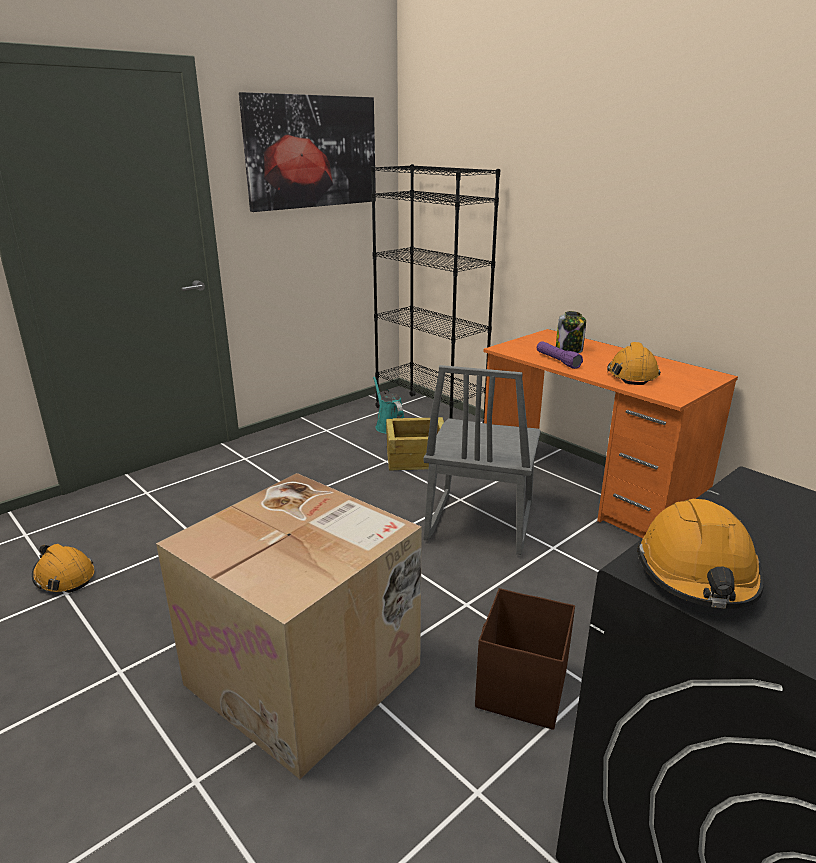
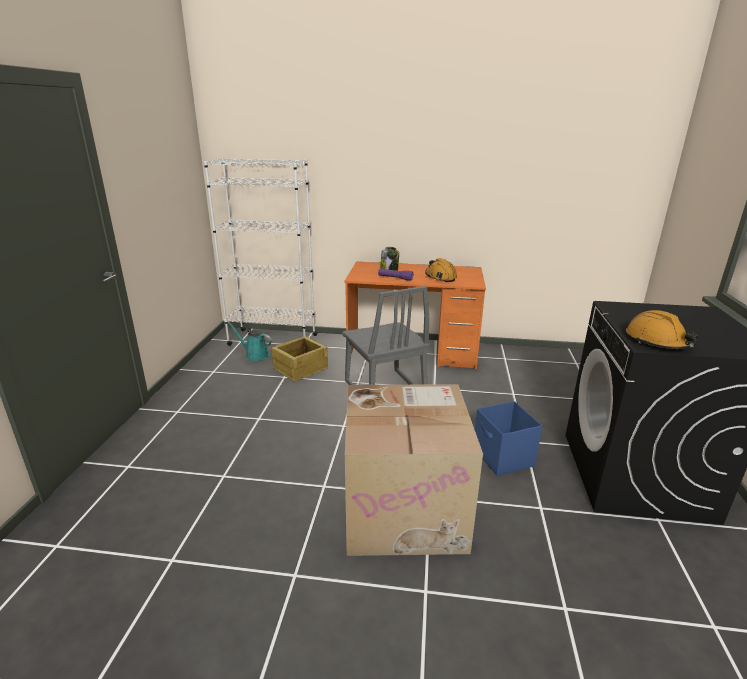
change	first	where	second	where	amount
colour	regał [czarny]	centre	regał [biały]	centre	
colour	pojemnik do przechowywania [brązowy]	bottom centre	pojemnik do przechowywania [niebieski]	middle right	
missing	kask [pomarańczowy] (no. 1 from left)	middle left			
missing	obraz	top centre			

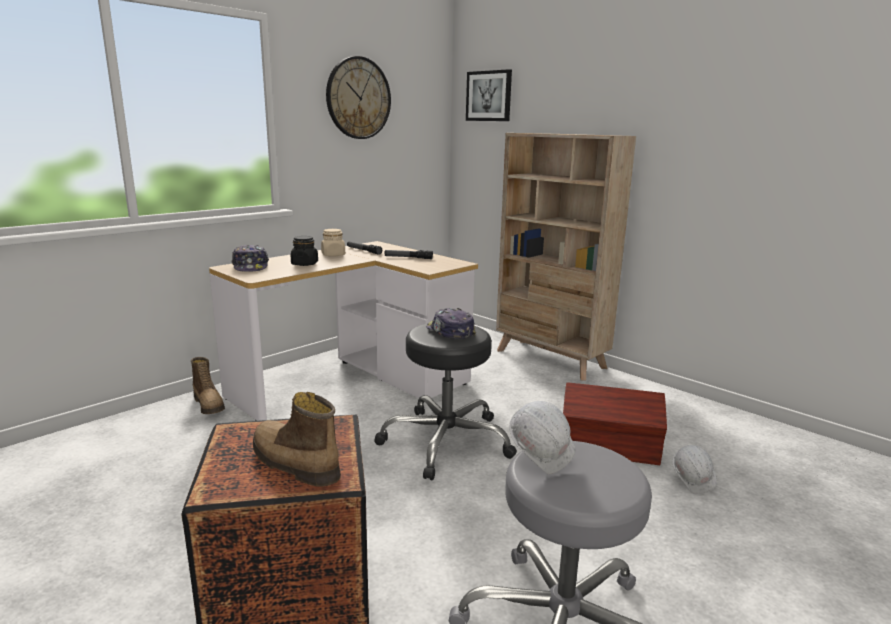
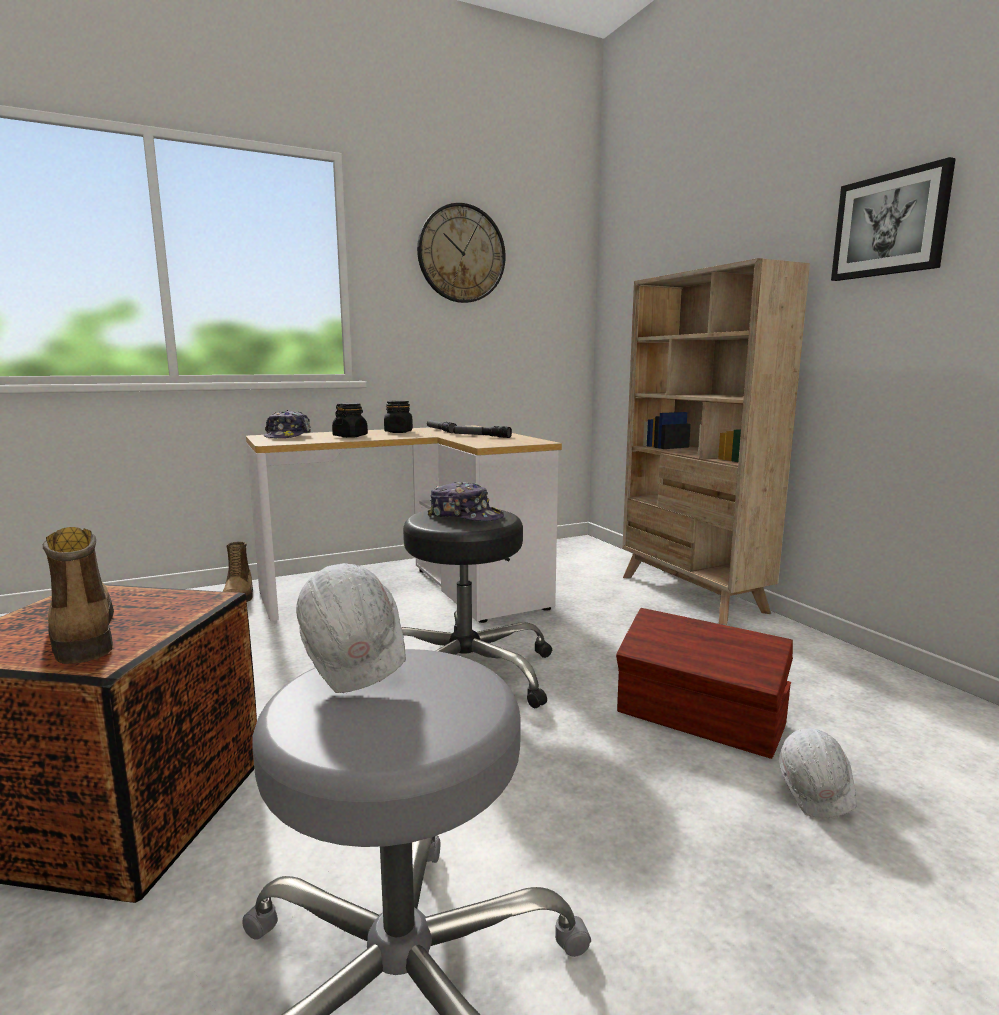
change	first	where	second	where	amount
colour	słoik [beżowy]	centre	słoik [czarny] (no. 2 from left)	centre	
spun	czapka z daszkiem (no. 2 from left)	centre		centre	135 degrees clockwise
relocated	obraz	top centre		top right	

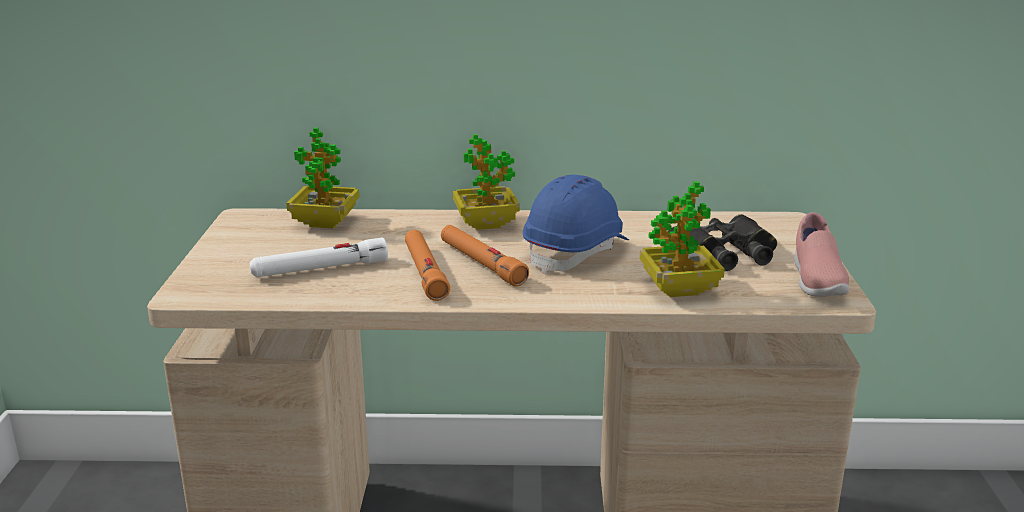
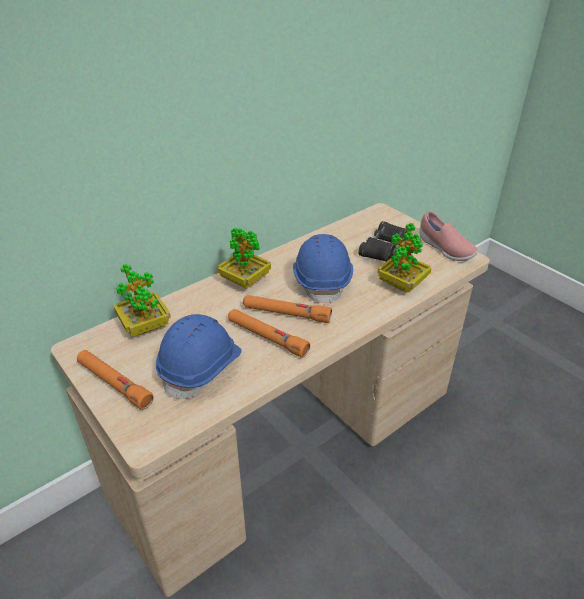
change	first	where	second	where	amount
appeared			latarka [pomarańczowy] (no. 1 from left)	middle left	
exchanged	latarka [biały]	middle left	kask [niebieski] (no. 1 from left)	centre	

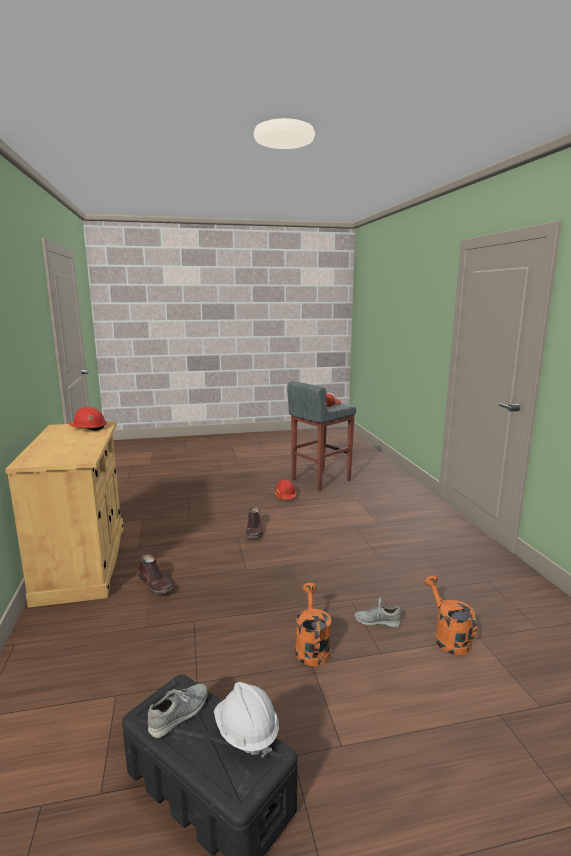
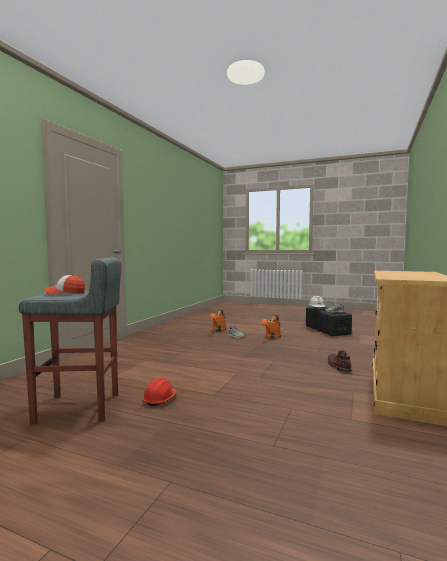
change	first	where	second	where	amount
missing	kask [czerwony] (no. 1 from left)	middle left			
missing	but z cholewką [brązowy] (no. 2 from left)	centre			

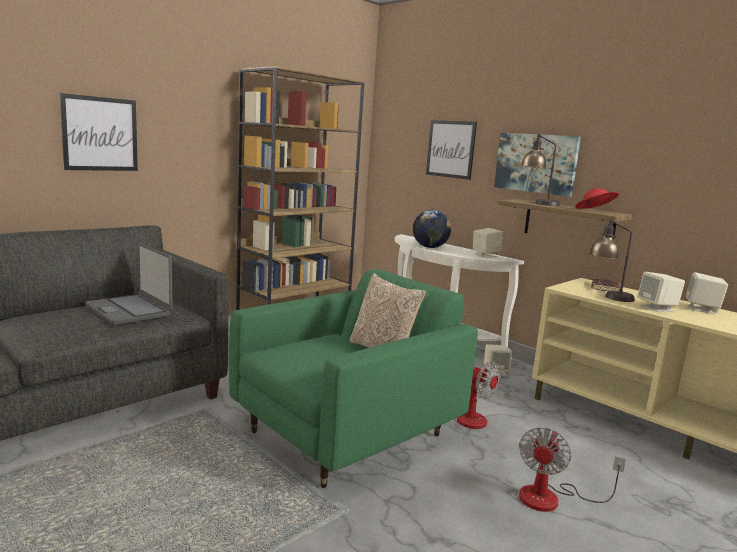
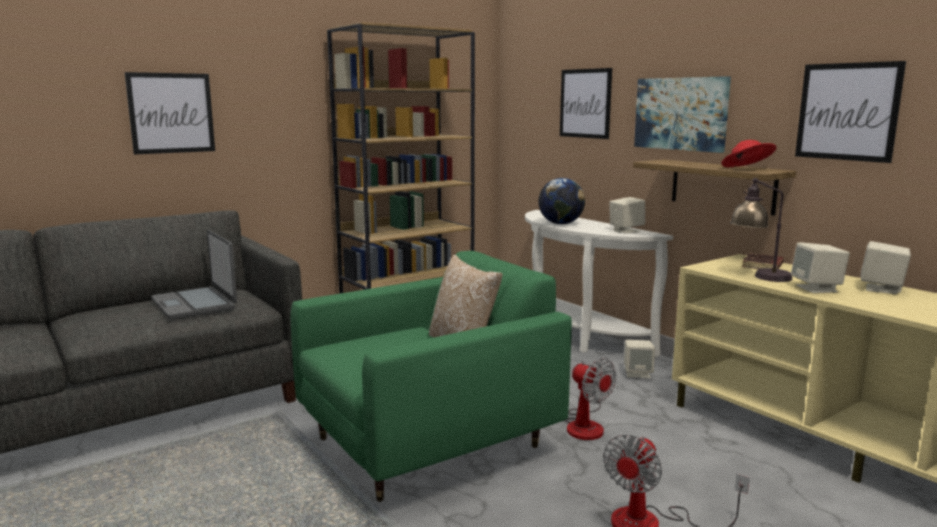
change	first	where	second	where	amount
appeared			obraz (no. 4 from left)	top right	
missing	lampa stołowa (no. 1 from left)	top right			

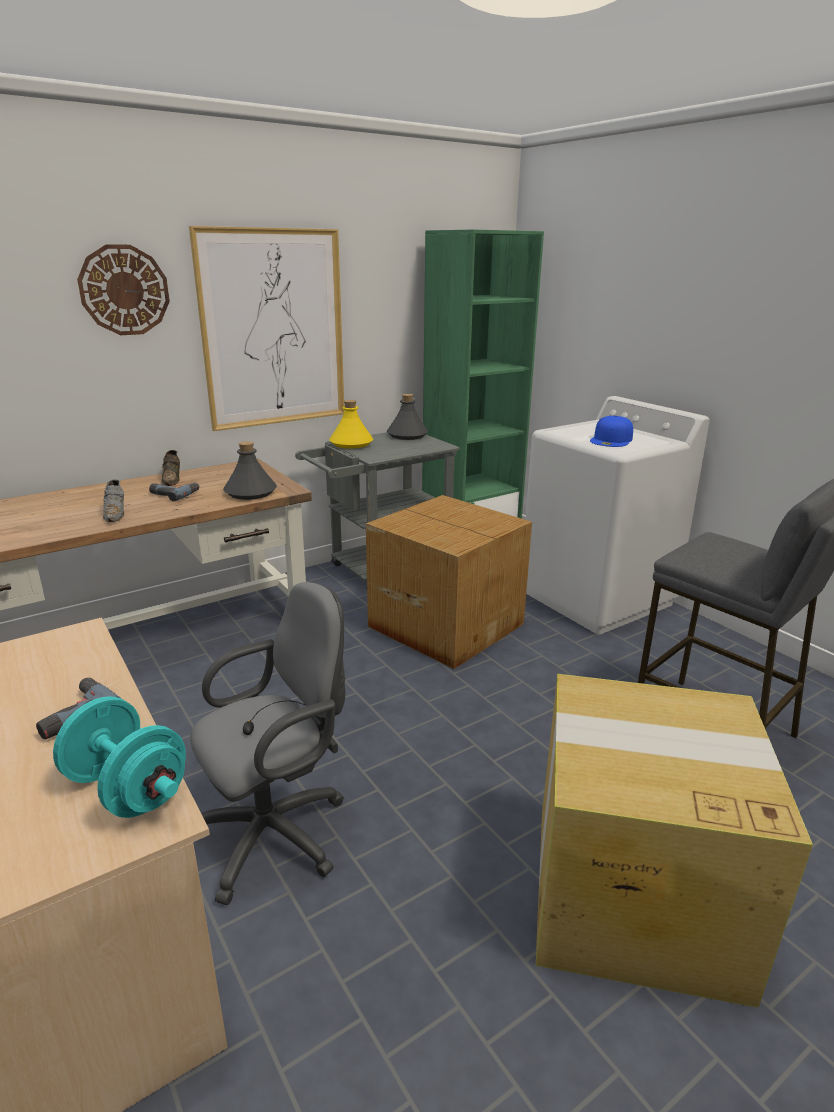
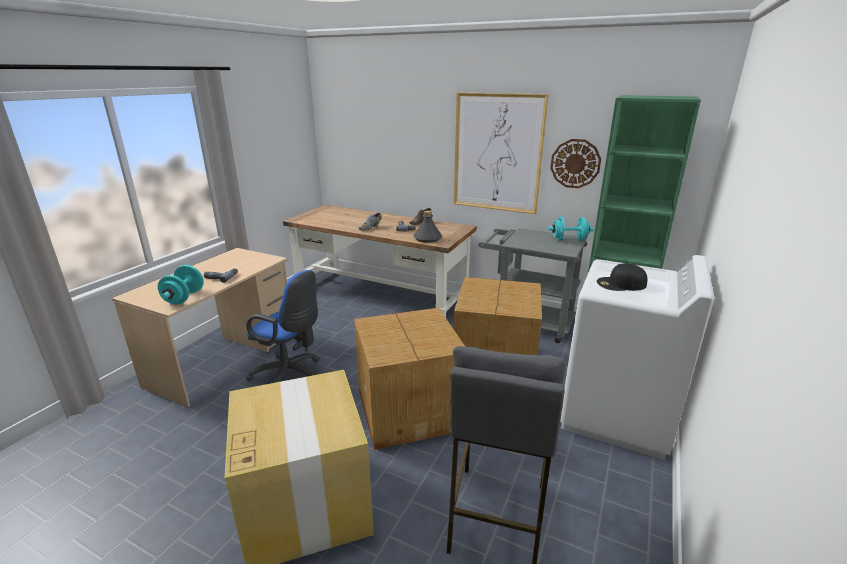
change	first	where	second	where	amount
colour	krzesło biurowe [szary]	bottom left	krzesło biurowe [niebieski]	centre	
appeared			karton (no. 2 from left)	bottom centre	
exchanged	butelka [szary] (no. 2 from left)	centre	hantel [turkusowy] (no. 2 from left)	middle right	
relocated	zegar ścienny	top left		top right	
colour	czapka z daszkiem [niebieski]	middle right	czapka z daszkiem [czarny]	middle right	
missing	butelka [żółty]	centre			

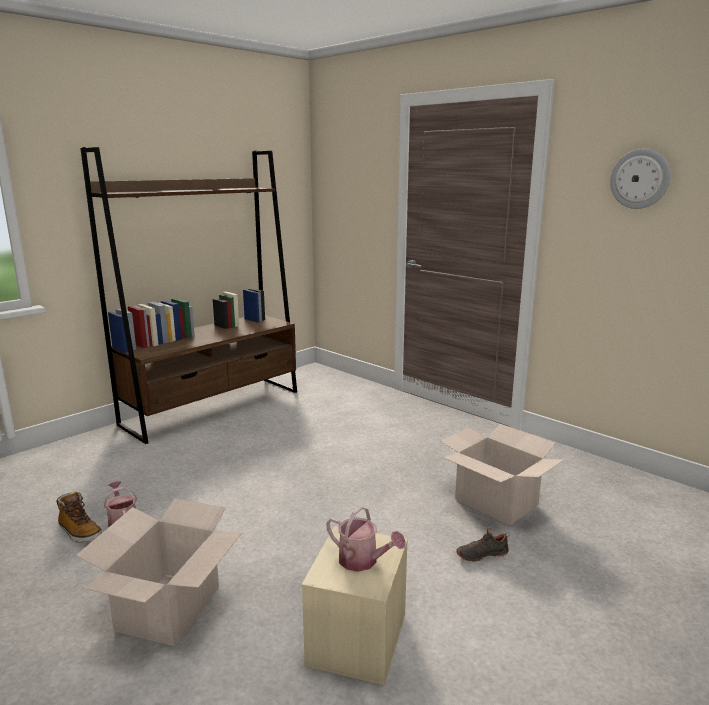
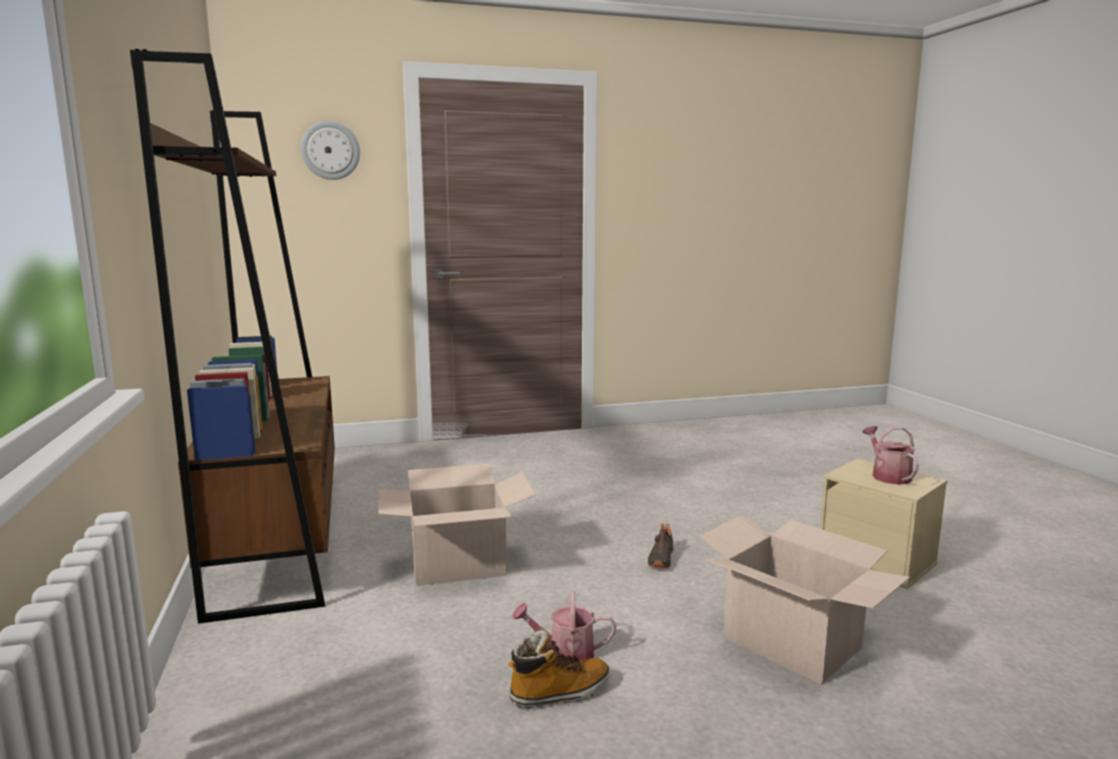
change	first	where	second	where	amount
relocated	zegar ścienny	top right		top left	
relocated	karton (no. 2 from left in the first image)	bottom right	karton (no. 1 from left)	bottom centre	
relocated	but [czarny]	bottom right		bottom centre	
spun	konewka (no. 2 from left)	bottom centre		middle right	75 degrees counterclockwise

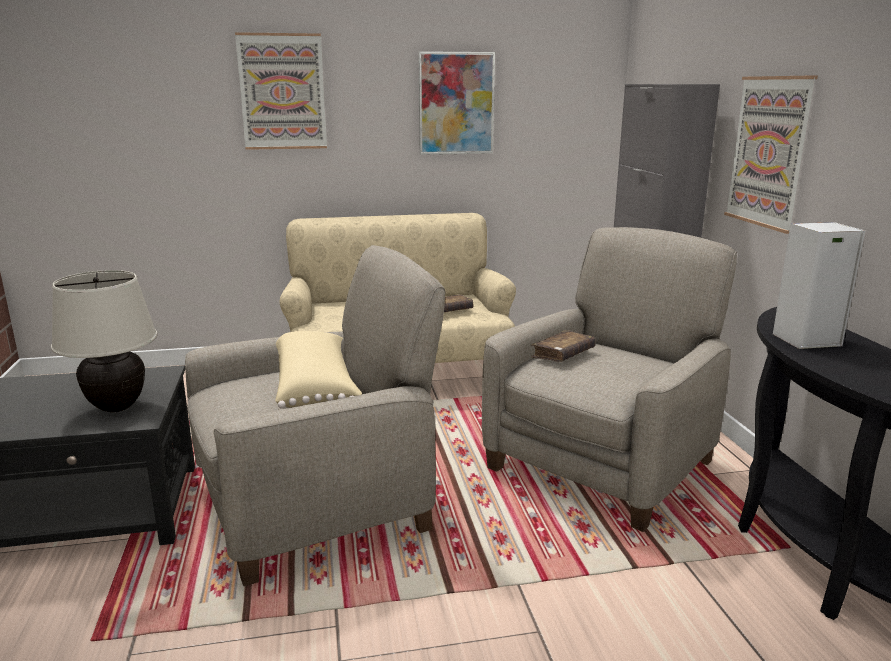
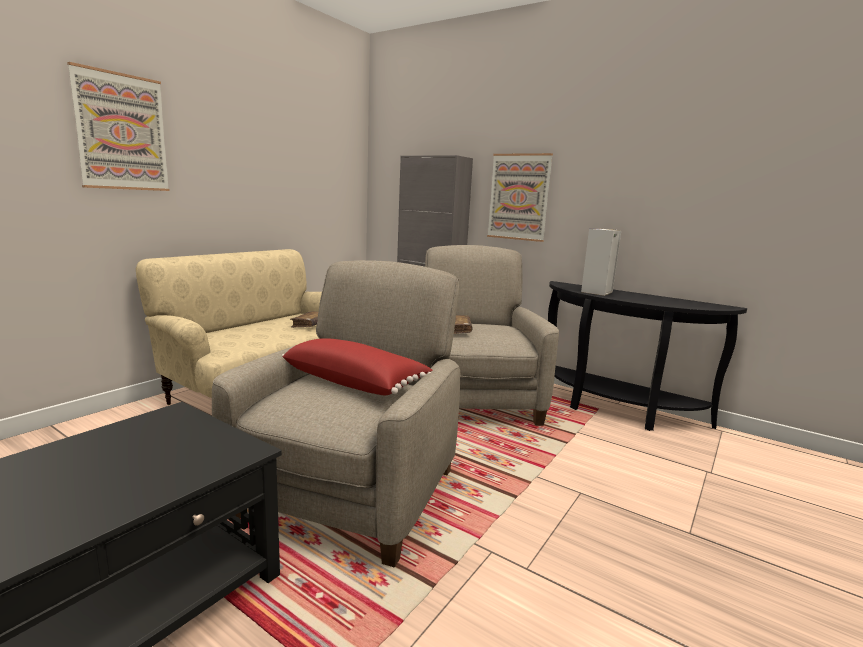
change	first	where	second	where	amount
colour	poduszka [beżowy]	centre	poduszka [czerwony]	centre	
missing	lampa stołowa [beżowy]	middle left			
missing	obraz (no. 2 from left)	top centre			

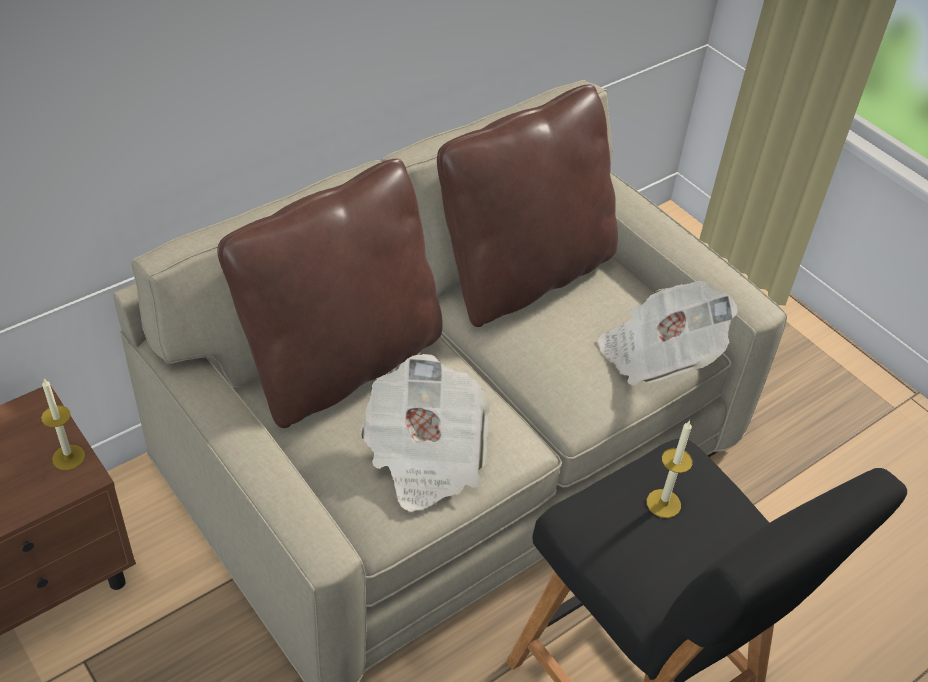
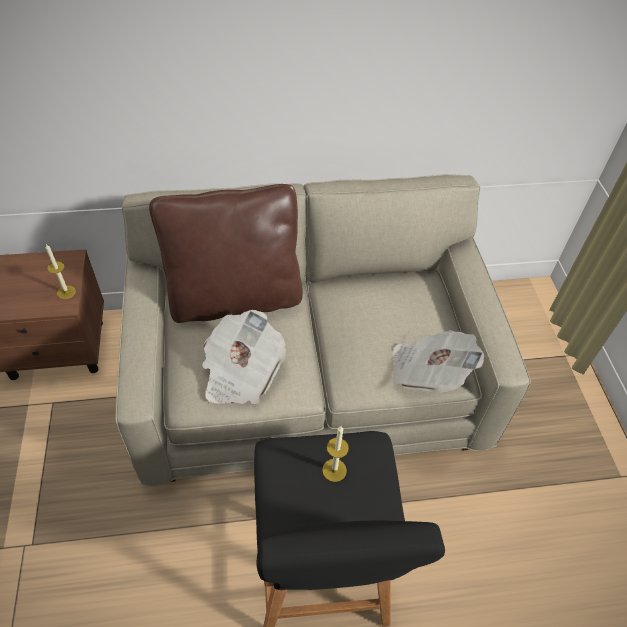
change	first	where	second	where	amount
missing	poduszka [brązowy] (no. 2 from left)	top centre			

